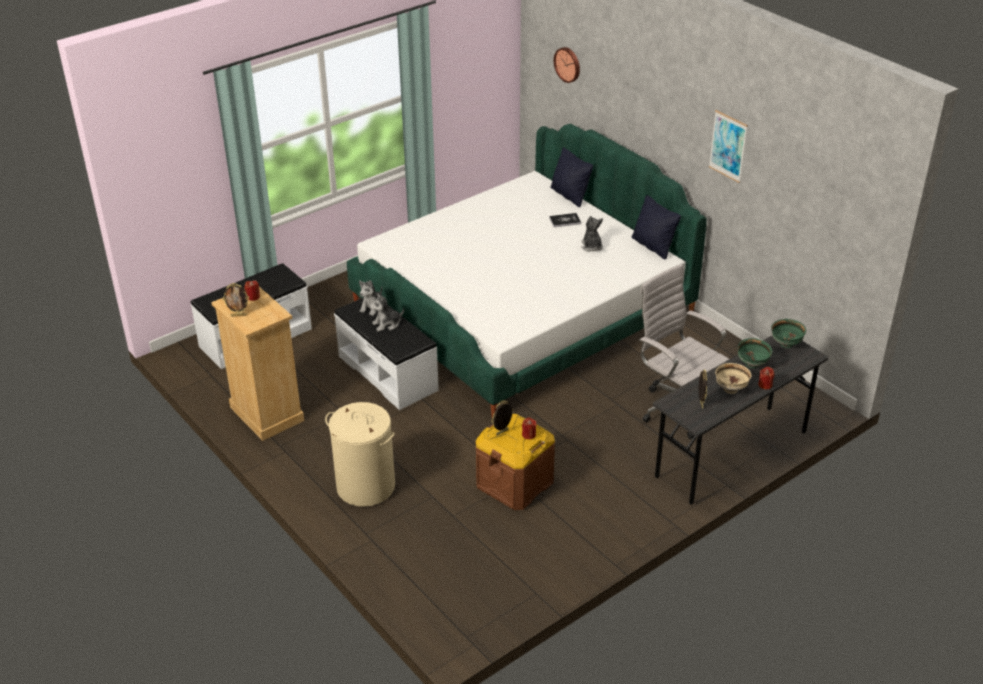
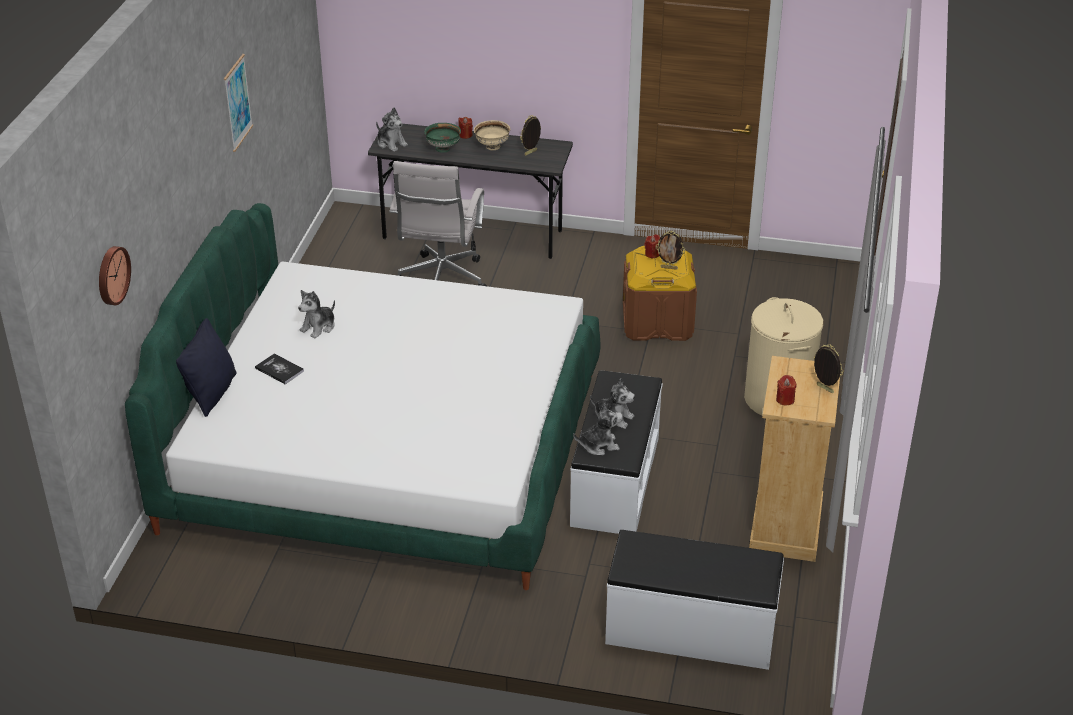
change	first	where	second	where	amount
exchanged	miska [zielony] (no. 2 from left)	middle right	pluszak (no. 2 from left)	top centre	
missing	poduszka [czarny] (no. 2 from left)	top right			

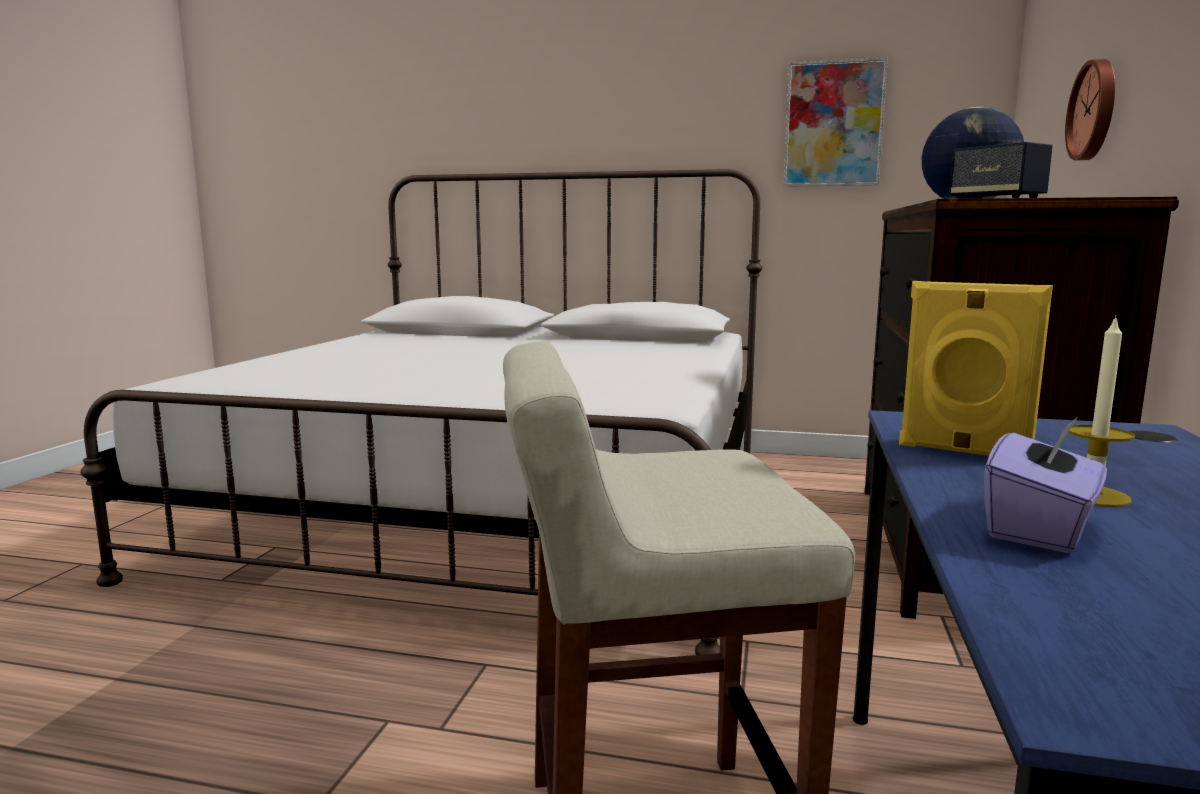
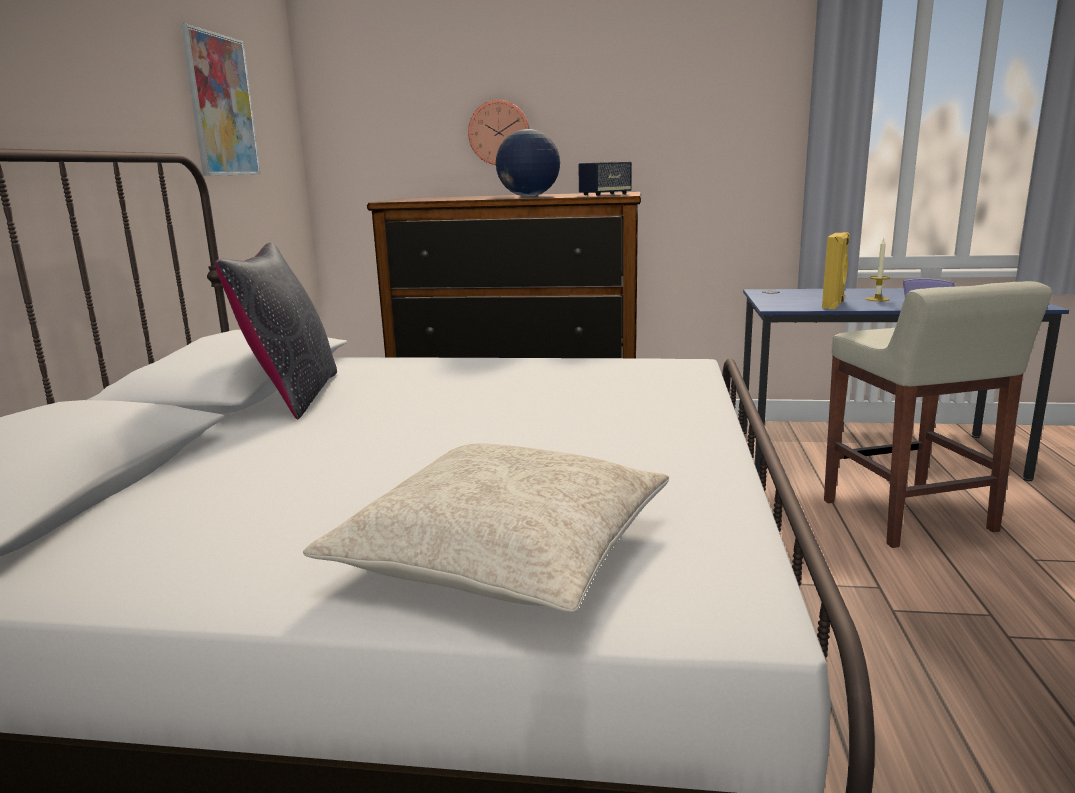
change	first	where	second	where	amount
appeared			poduszka [czarny]	middle left	
appeared			poduszka [beżowy]	centre	

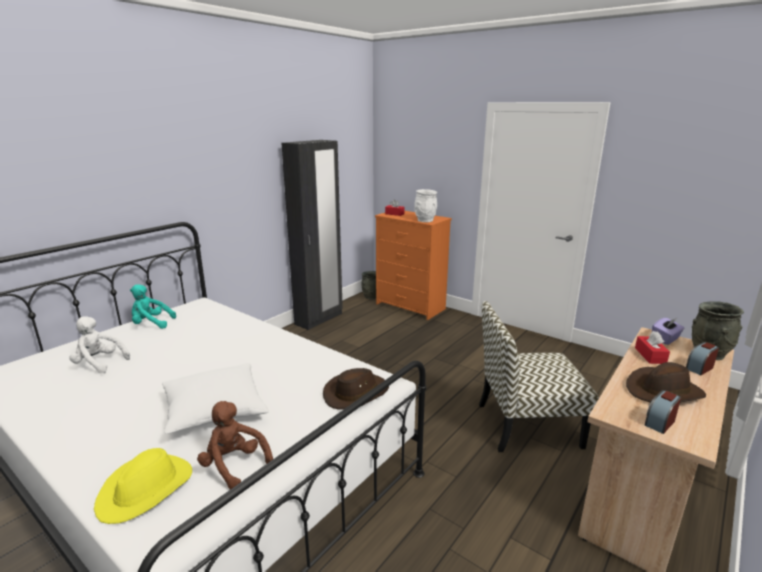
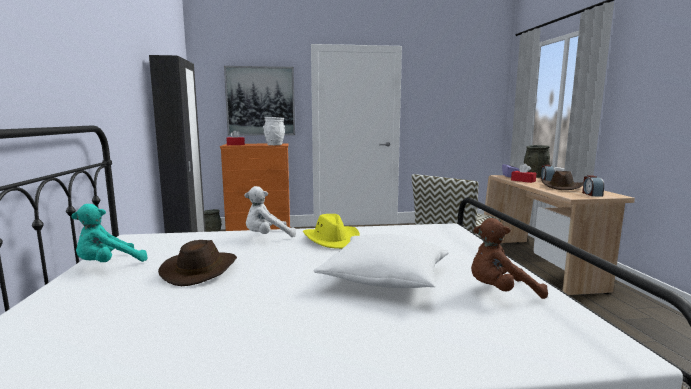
change	first	where	second	where	amount
relocated	kapelusz [brązowy] (no. 1 from left)	bottom centre		bottom left	
appeared			obraz	top centre	
relocated	pluszak [biały]	middle left		centre	
relocated	kapelusz [żółty]	bottom left		centre	

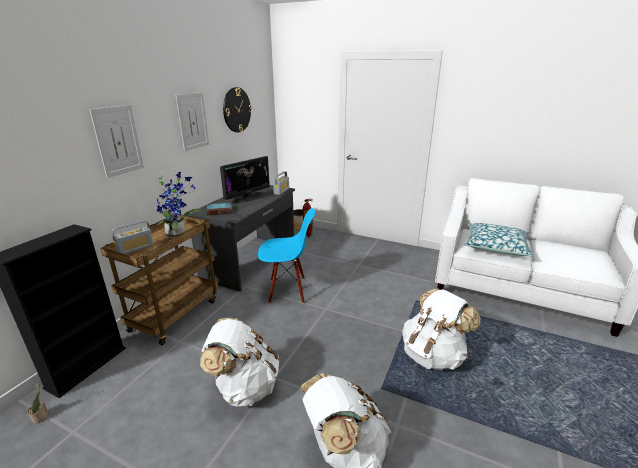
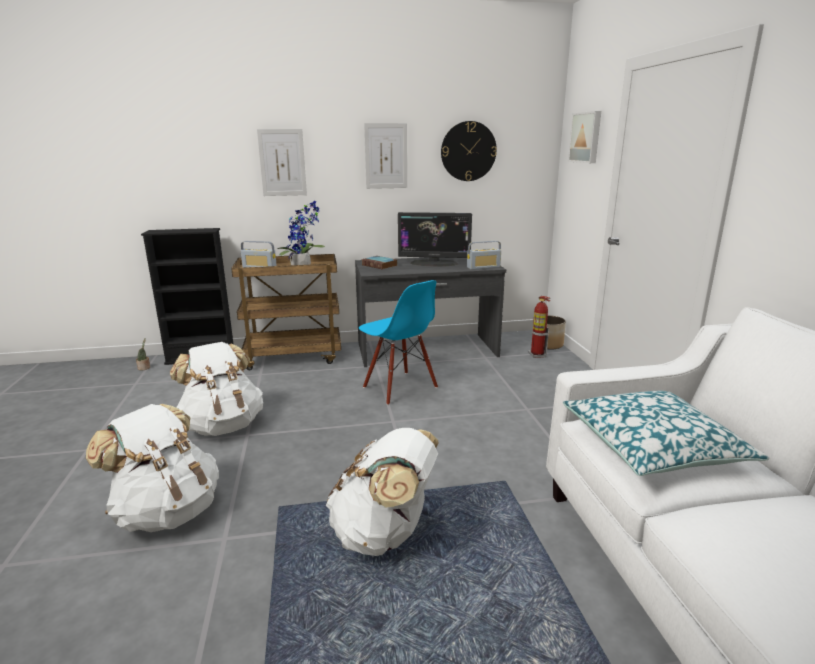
change	first	where	second	where	amount
appeared			obraz (no. 3 from left)	top right	

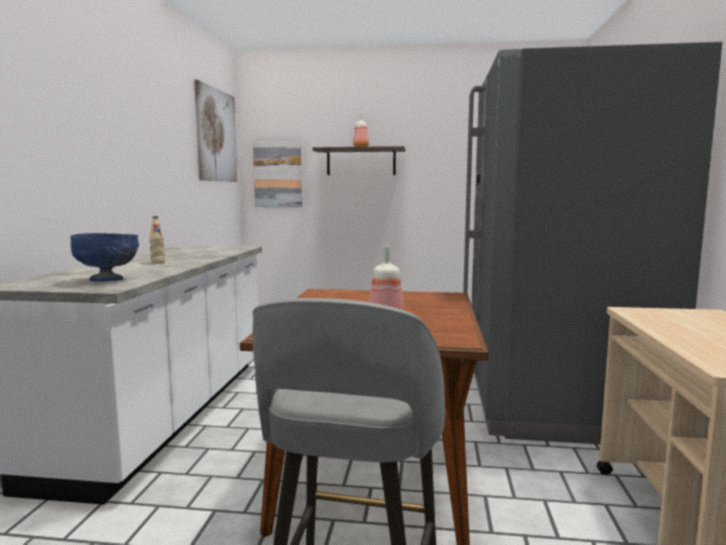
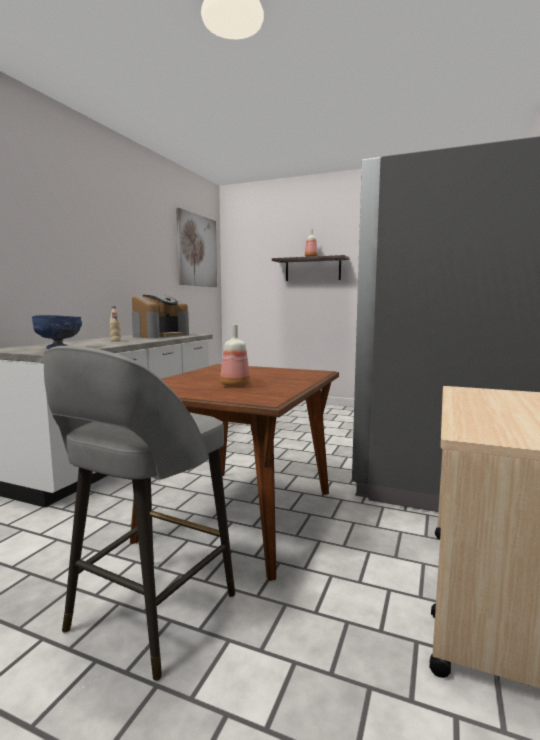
change	first	where	second	where	amount
appeared			ekspres do kawy	middle left	
missing	obraz (no. 2 from left)	top centre			

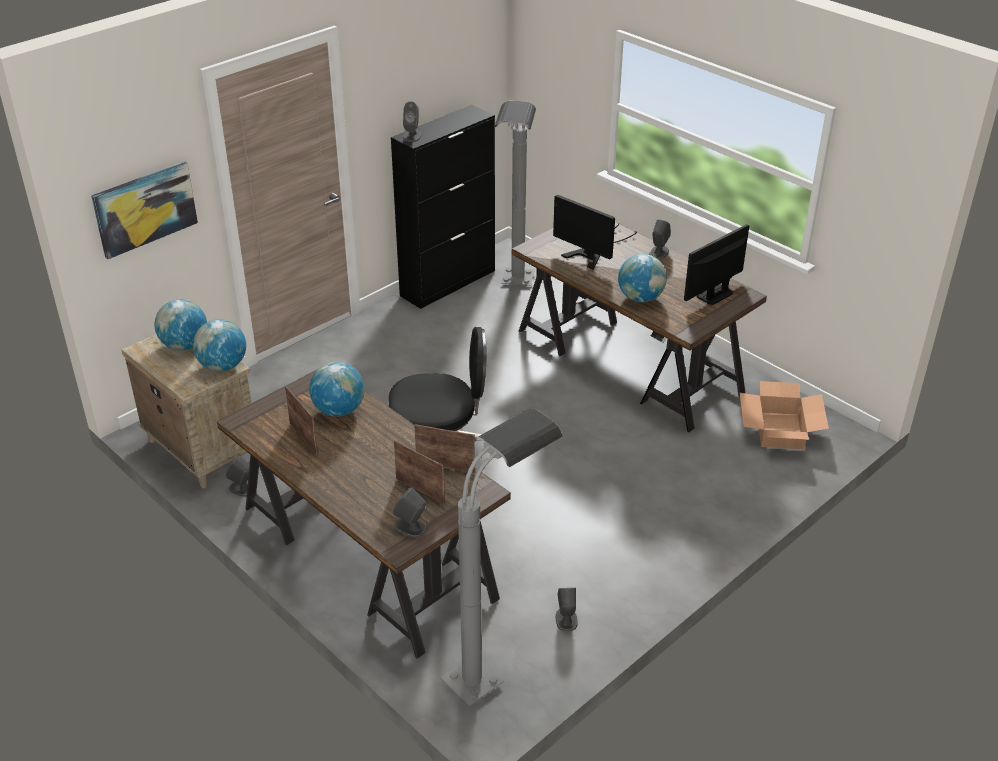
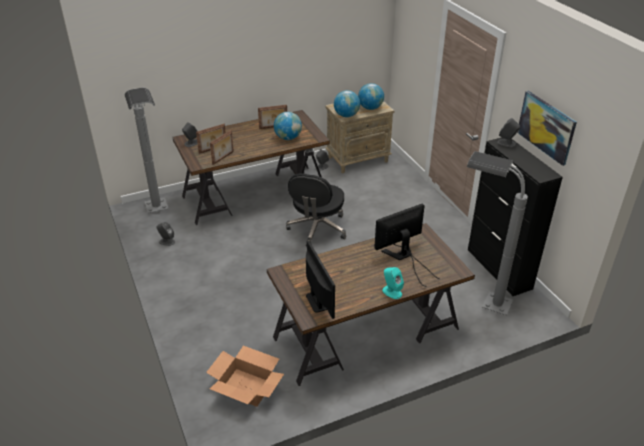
change	first	where	second	where	amount
colour	głośnik [szary] (no. 5 from left)	top centre	głośnik [turkusowy]	centre	
relocated	obraz	top left		top right	
missing	globus (no. 4 from left)	centre			

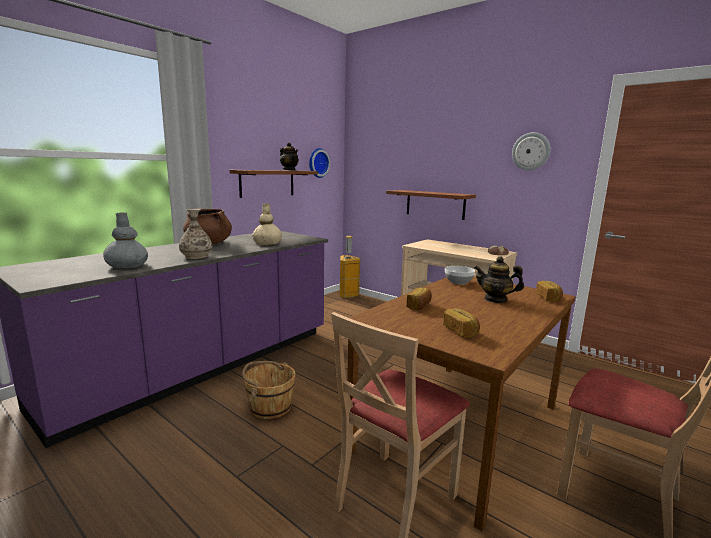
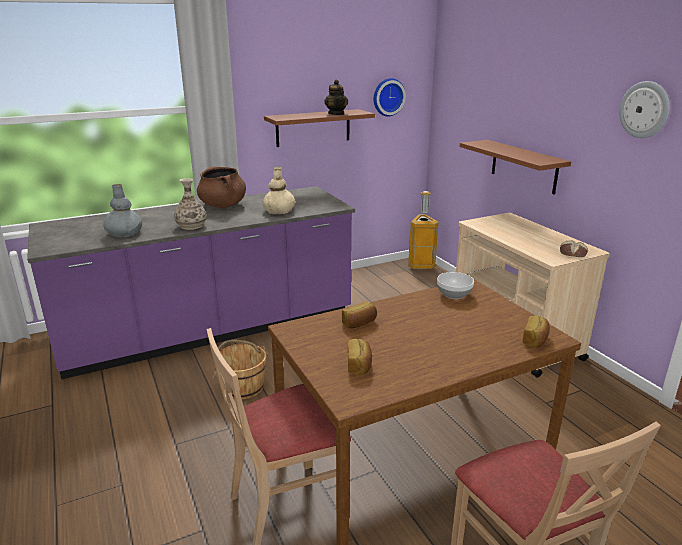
change	first	where	second	where	amount
missing	imbryk (no. 2 from left)	middle right			

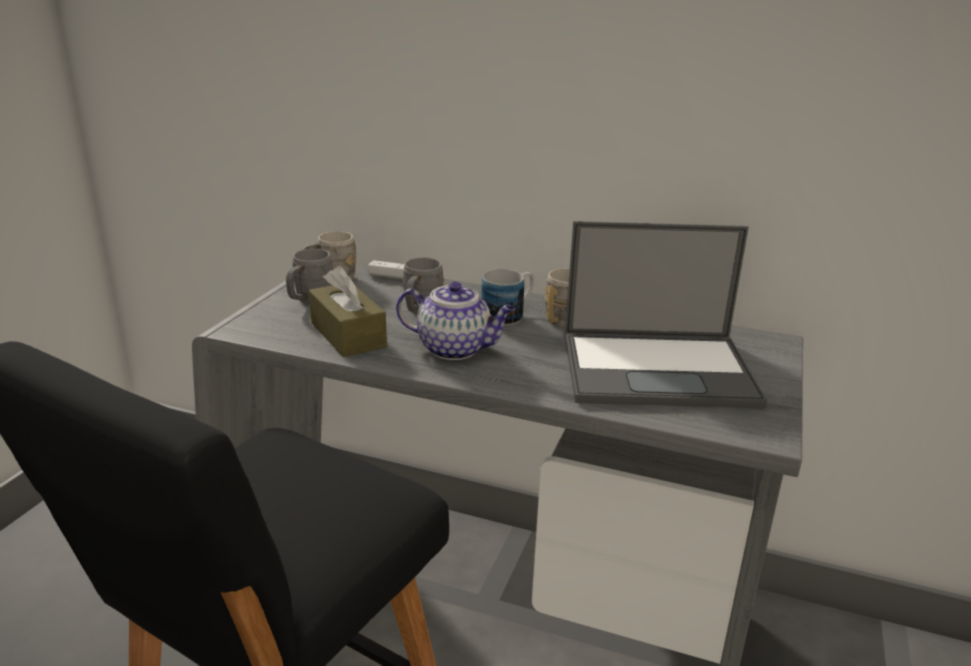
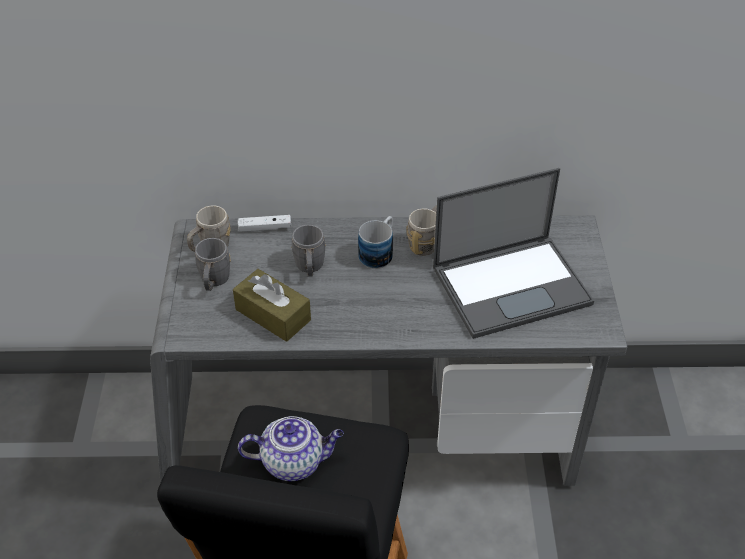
change	first	where	second	where	amount
relocated	imbryk	centre		bottom centre	

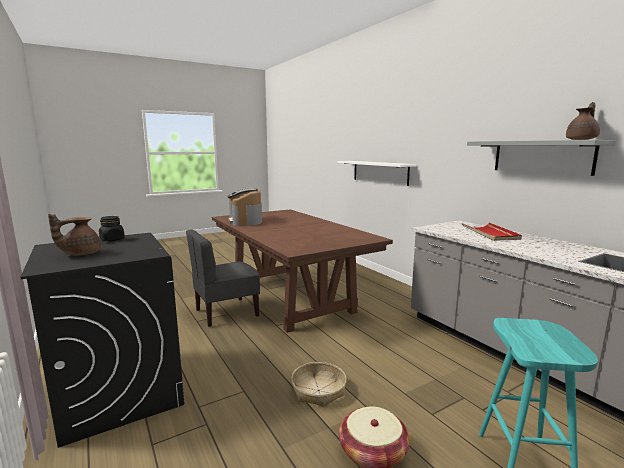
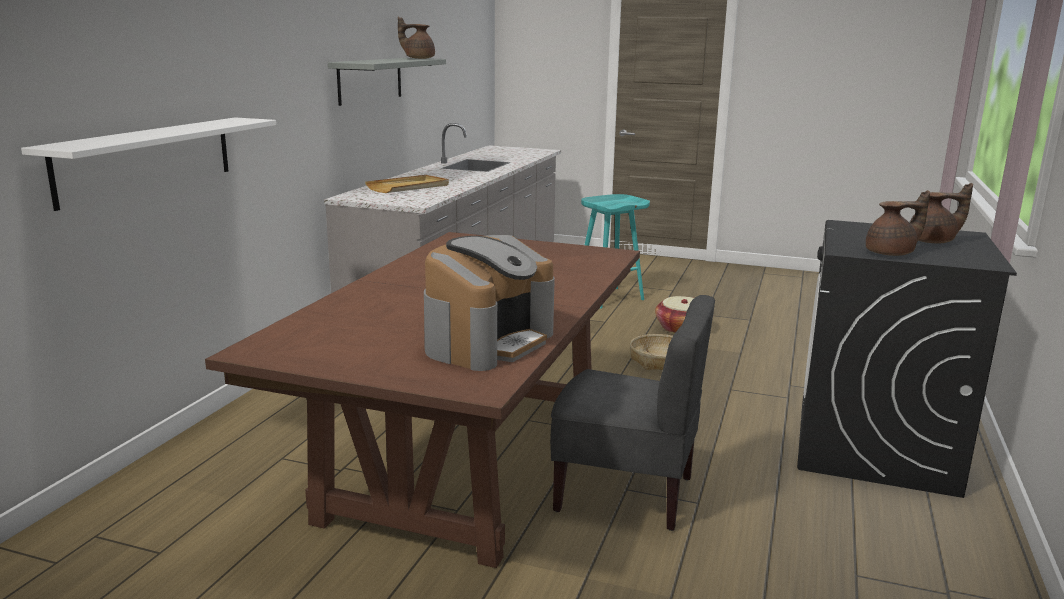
change	first	where	second	where	amount
colour	taca [czerwony]	middle right	taca [beżowy]	top centre	
exchanged	słoik [czarny]	middle left	imbryk [brązowy] (no. 2 from left)	middle right	

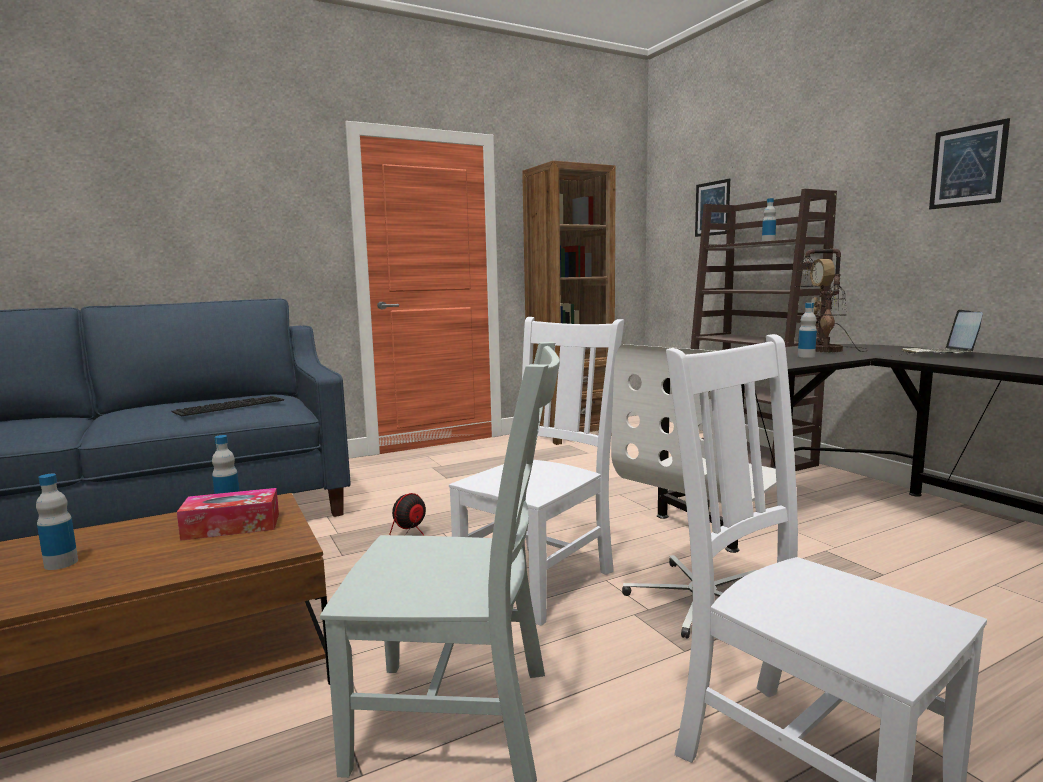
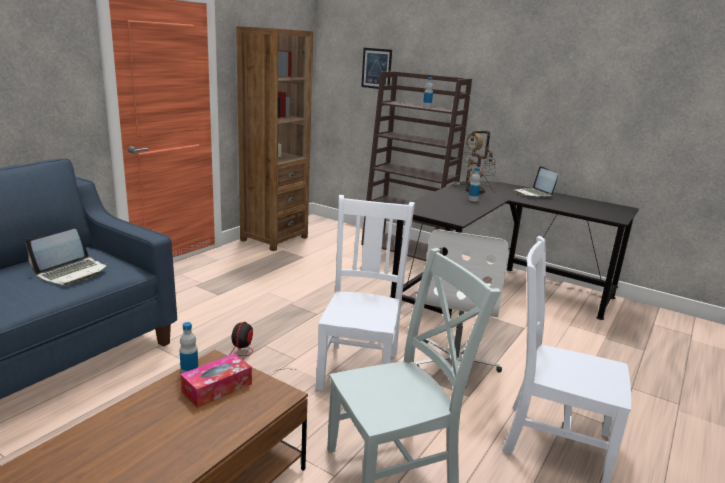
change	first	where	second	where	amount
exchanged	klawiatura	middle left	laptop (no. 1 from left)	middle left	
missing	butelka (no. 1 from left)	bottom left			
missing	obraz (no. 2 from left)	top right			

